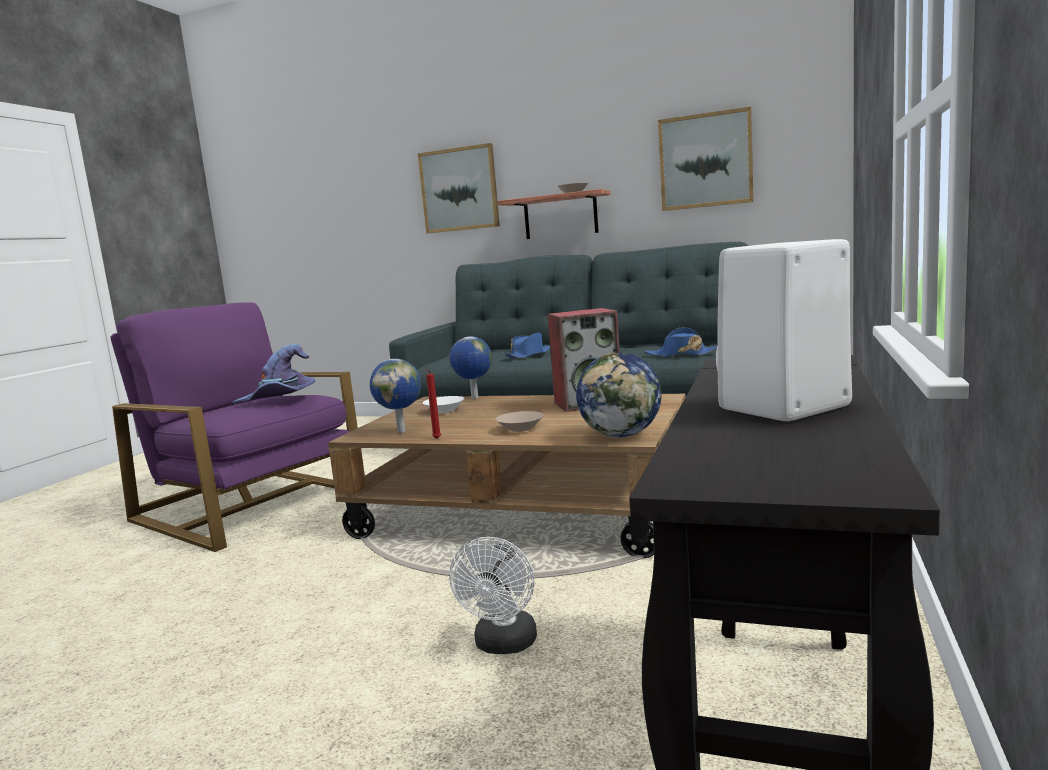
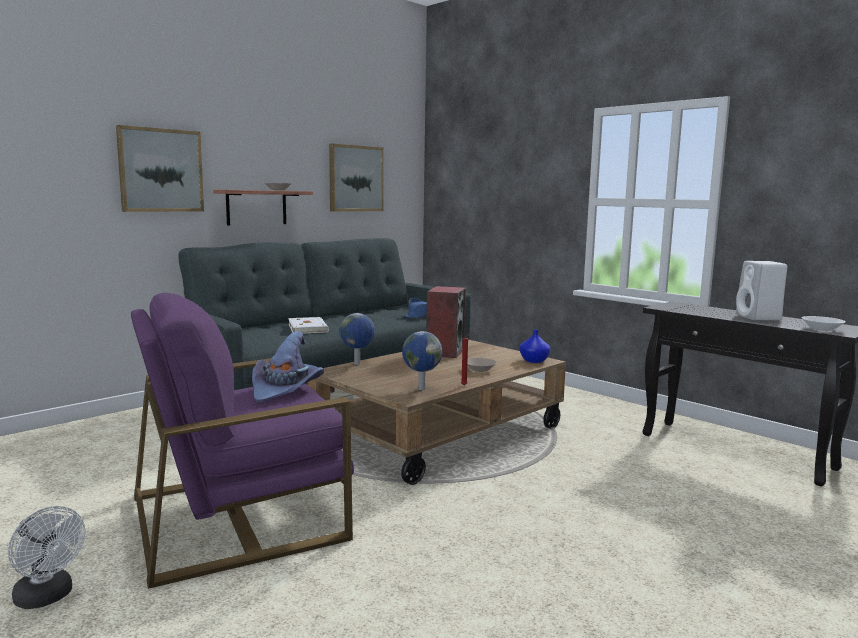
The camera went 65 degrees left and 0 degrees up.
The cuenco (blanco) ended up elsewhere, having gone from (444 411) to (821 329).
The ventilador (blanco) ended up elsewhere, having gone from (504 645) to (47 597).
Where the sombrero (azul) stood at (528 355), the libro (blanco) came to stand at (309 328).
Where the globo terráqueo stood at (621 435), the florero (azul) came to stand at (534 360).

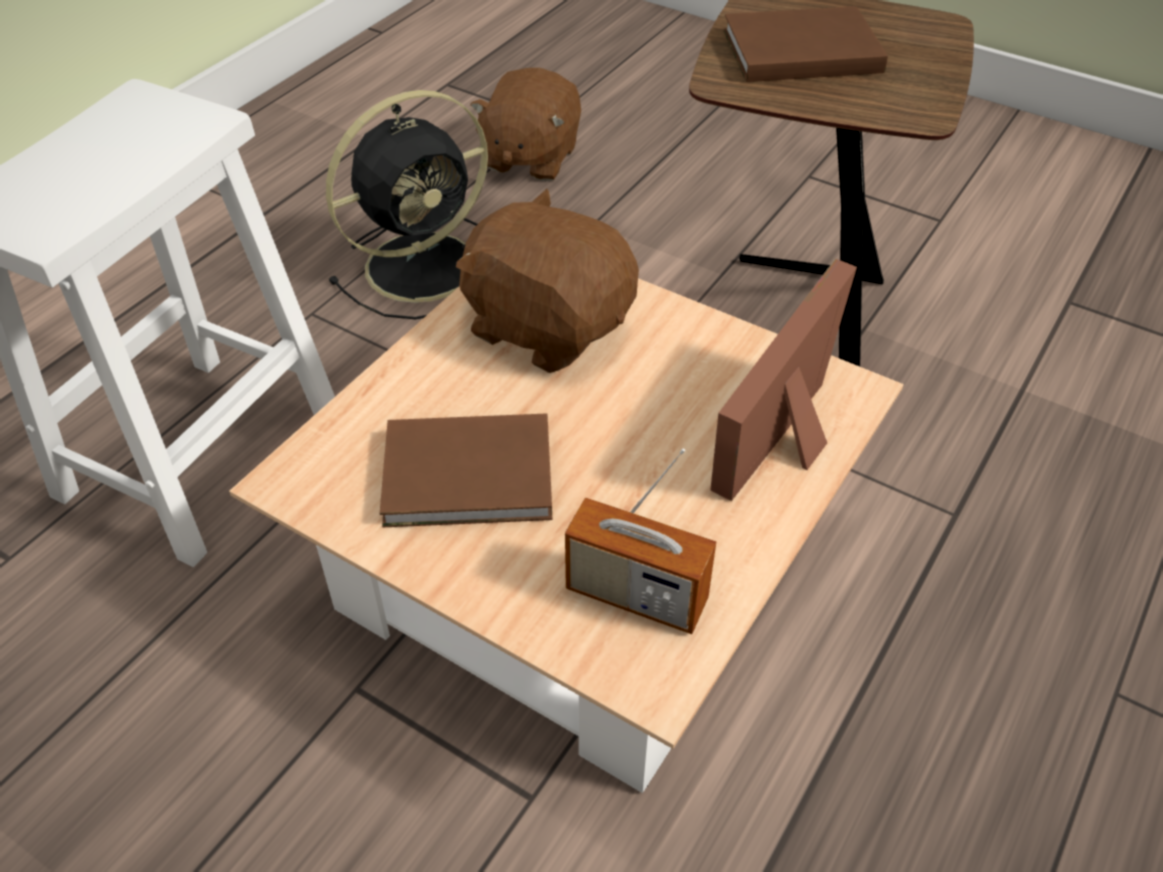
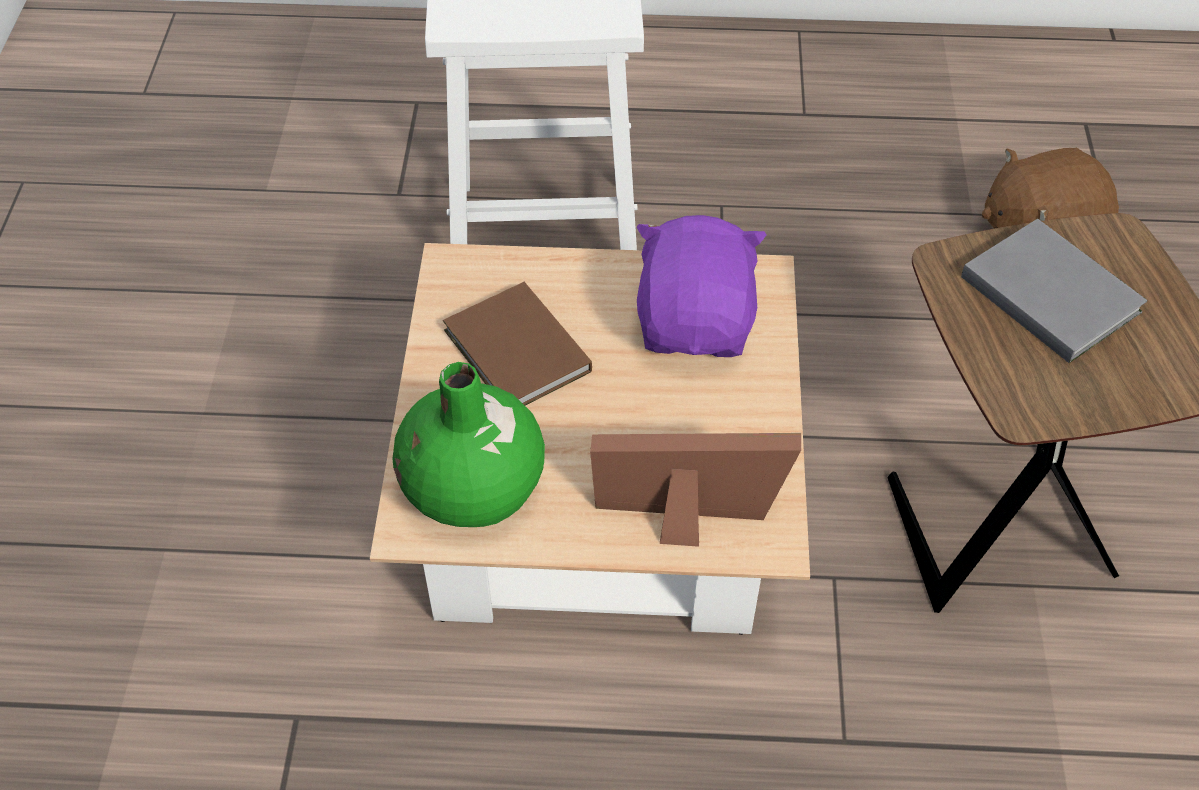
The camera went 60 degrees right and 5 degrees up.
The second view lost the ventilador (negro) at (426 265).
What was the peluche (marrón) at (548 326) turned into the peluche (morado) at (696 323).
Where the radio stood at (636 595), the florero (verde) came to stand at (473 488).
What was the libro (marrón) at (797 50) turned into the libro (gris) at (1048 291).

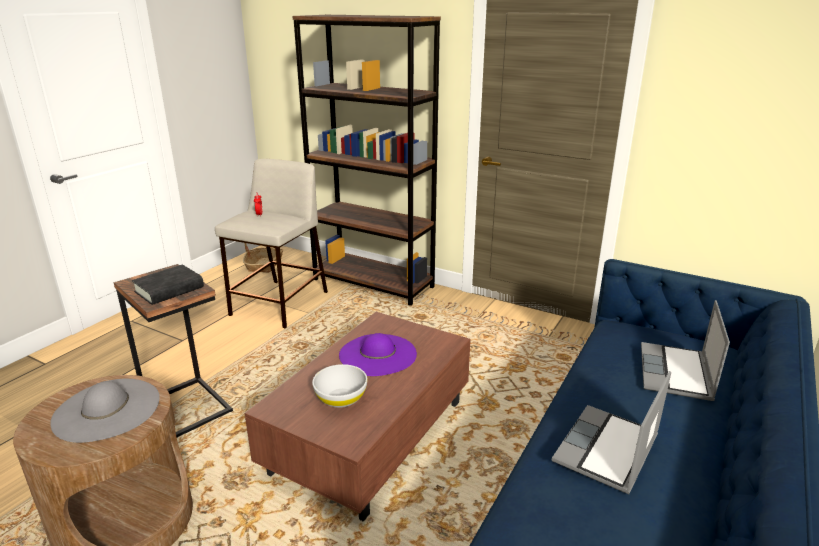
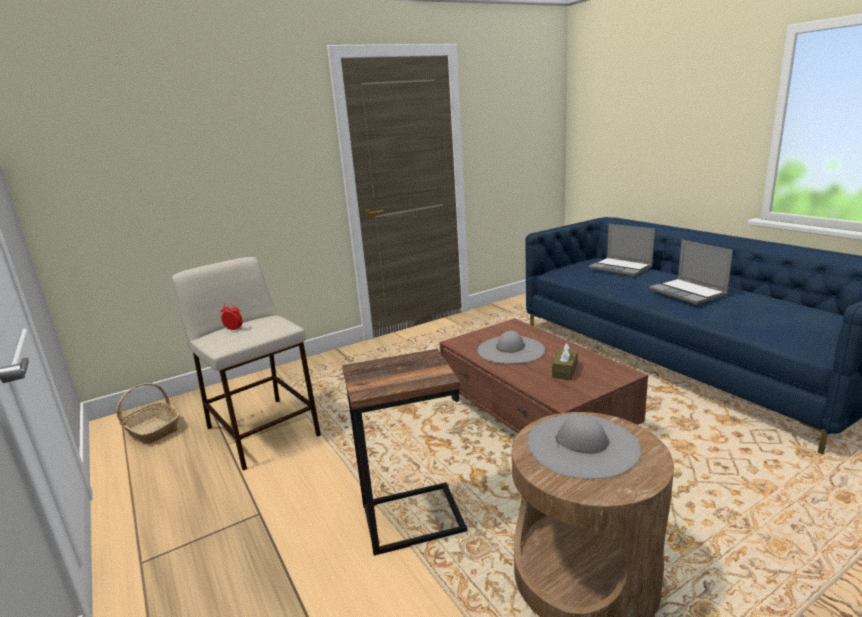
The camera went 60 degrees left and 5 degrees down.
The second view lost the libro (negro) at (169 289).
The second view lost the estantería (marrón) at (373 283).
Where the cuenco (blanco) stood at (341 398), the caja de pañuelos (marrón) came to stand at (564 370).
What was the sombrero (morado) at (377 354) turned into the sombrero (gris) at (510 350).

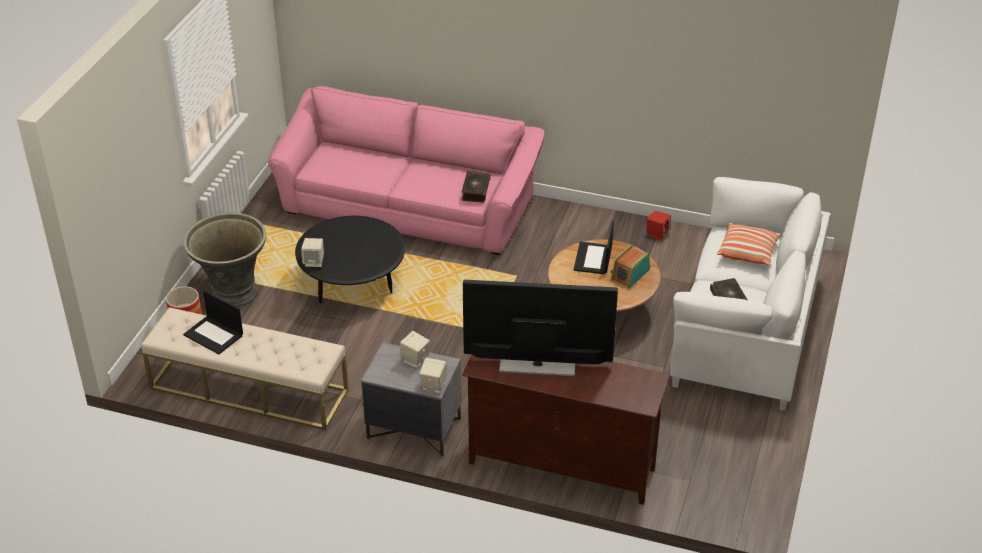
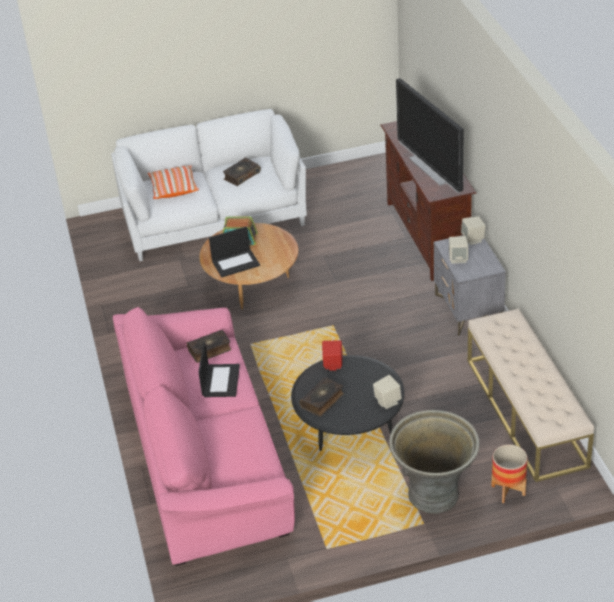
The camera went 120 degrees left and 0 degrees up.
The portátil ended up elsewhere, having gone from (214 335) to (220 380).
The altavoz (rojo) ended up elsewhere, having gone from (657 234) to (332 364).
The second view gained the libro at (322 401).

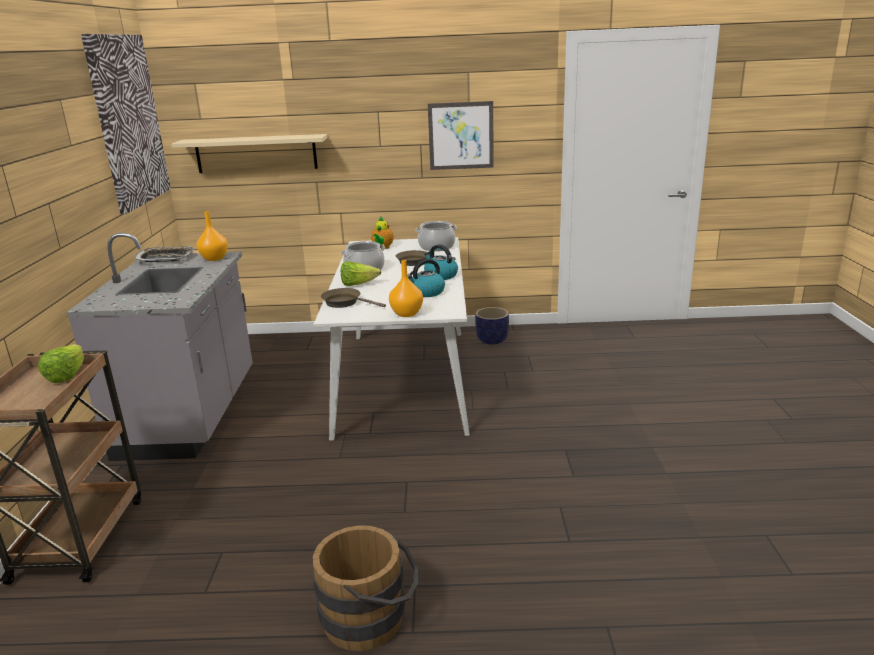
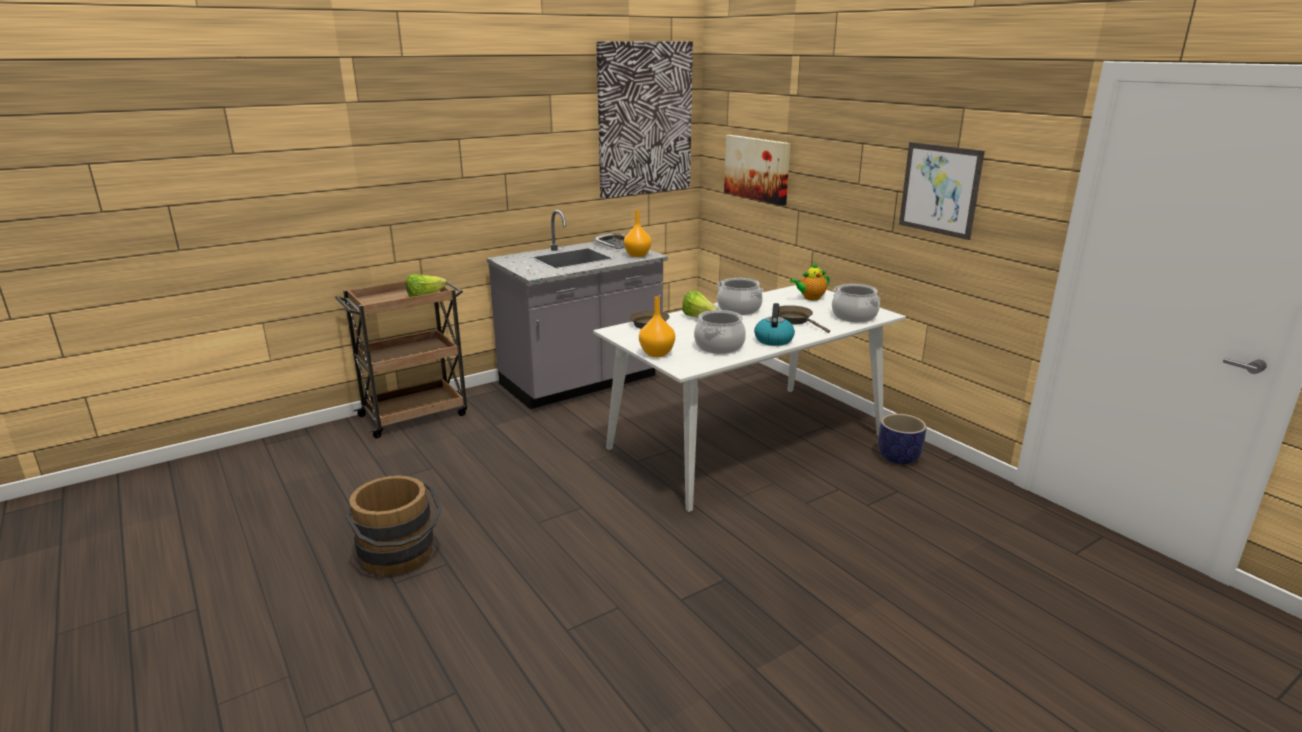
The camera went 55 degrees right and 0 degrees up.
Where the estante (beis) hung at (256 153), the cuadro came to hang at (757 168).
Where the hervidor stood at (426 292), the olla came to stand at (719 346).

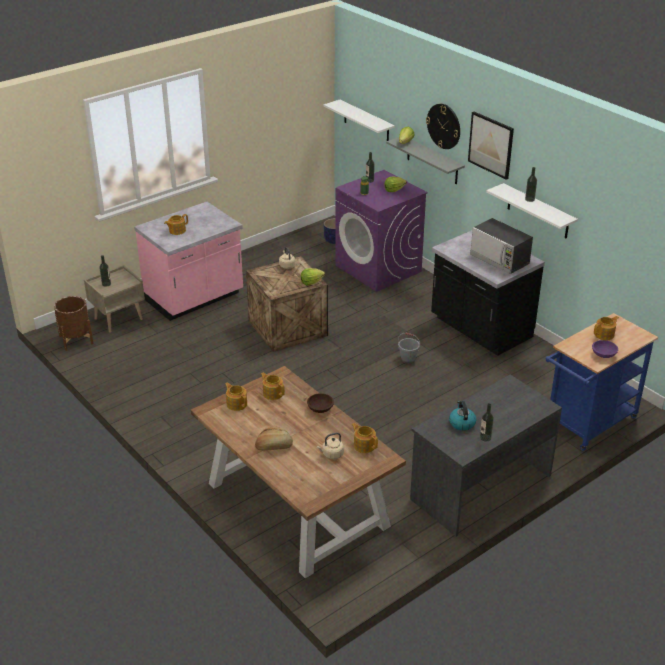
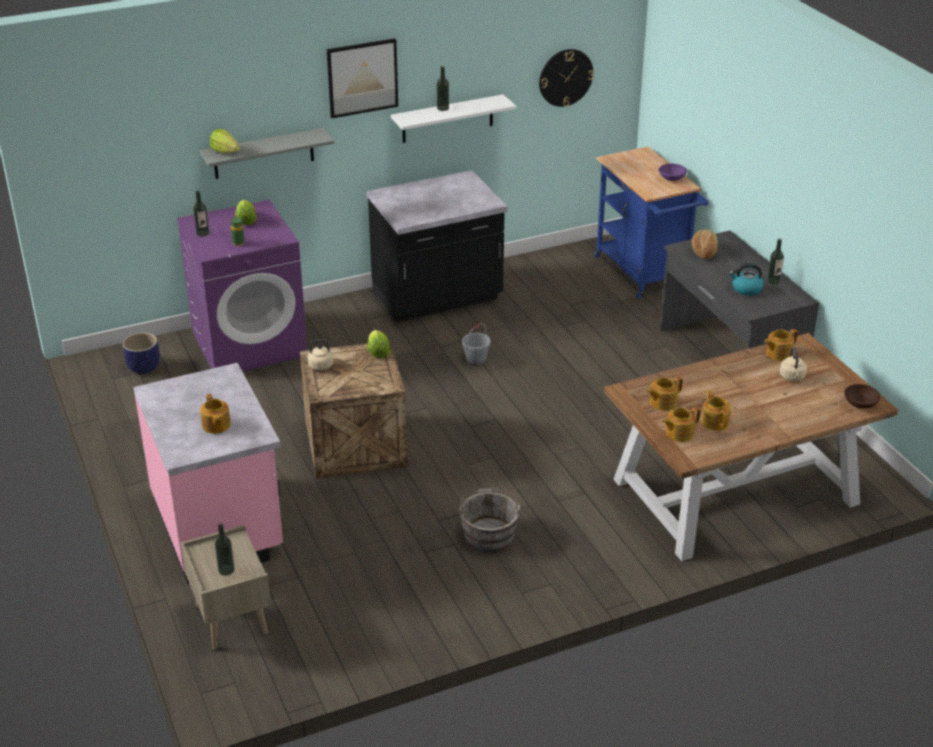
The camera went 75 degrees left and 0 degrees up.
The second view lost the maceta (marrón) at (76 340).
The pan ended up elsewhere, having gone from (274 446) to (704 251).
The cuenco (marrón) ended up elsewhere, having gone from (320 409) to (860 403).
The second view lost the estante (blanco) at (366 122).
The reloj de pared ended up elsewhere, having gone from (444 126) to (565 77).
The second view lost the microondas at (499 260).
The tetera ended up elsewhere, having gone from (604 335) to (715 421).
The second view gained the cubo (gris) at (489 533).

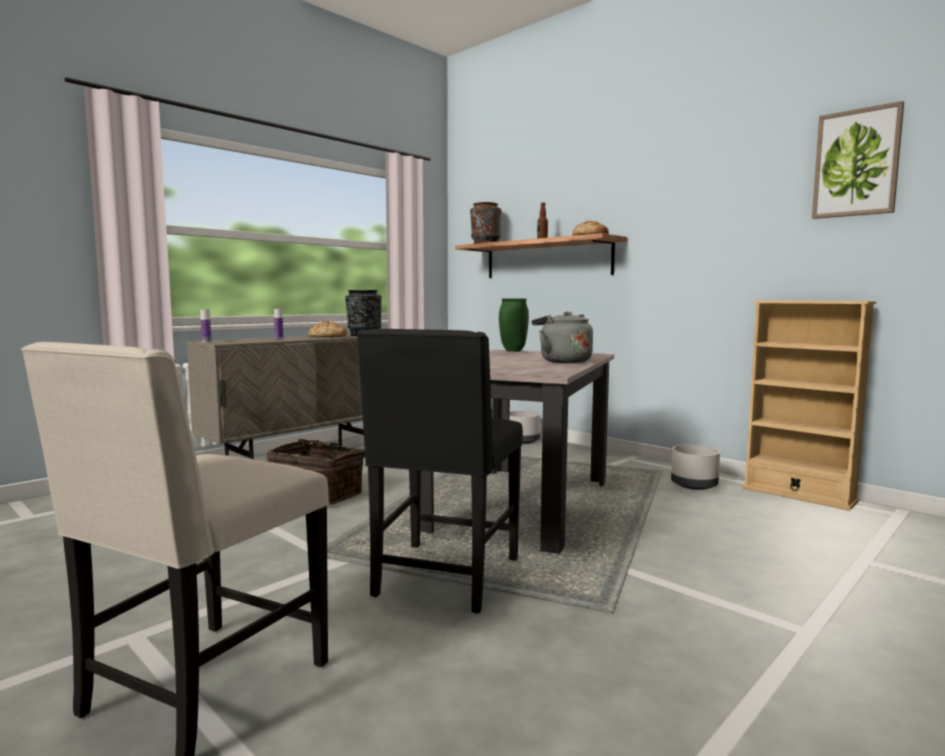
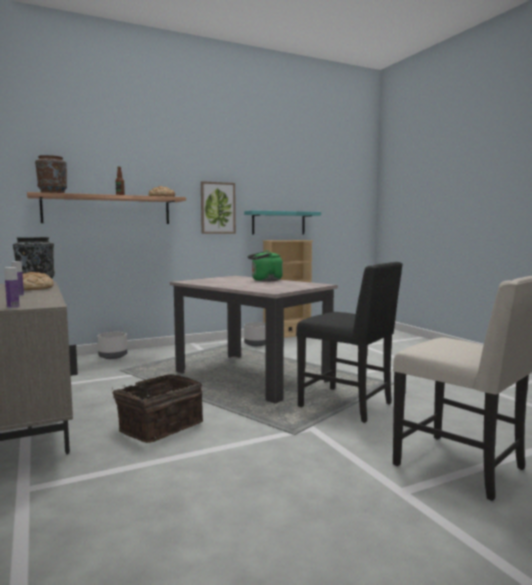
The camera went 70 degrees left and 0 degrees up.
The second view lost the florero (verde) at (512 351).
What was the hervidor (gris) at (562 361) turned into the hervidor (verde) at (265 280).
The cuadro ended up elsewhere, having gone from (856 163) to (217 208).
The second view gained the estante (turquesa) at (278 223).

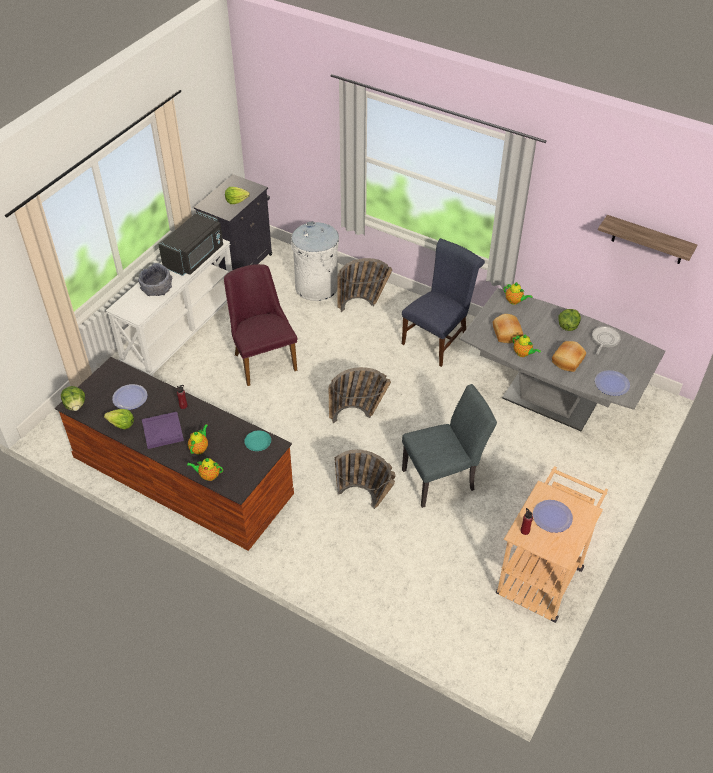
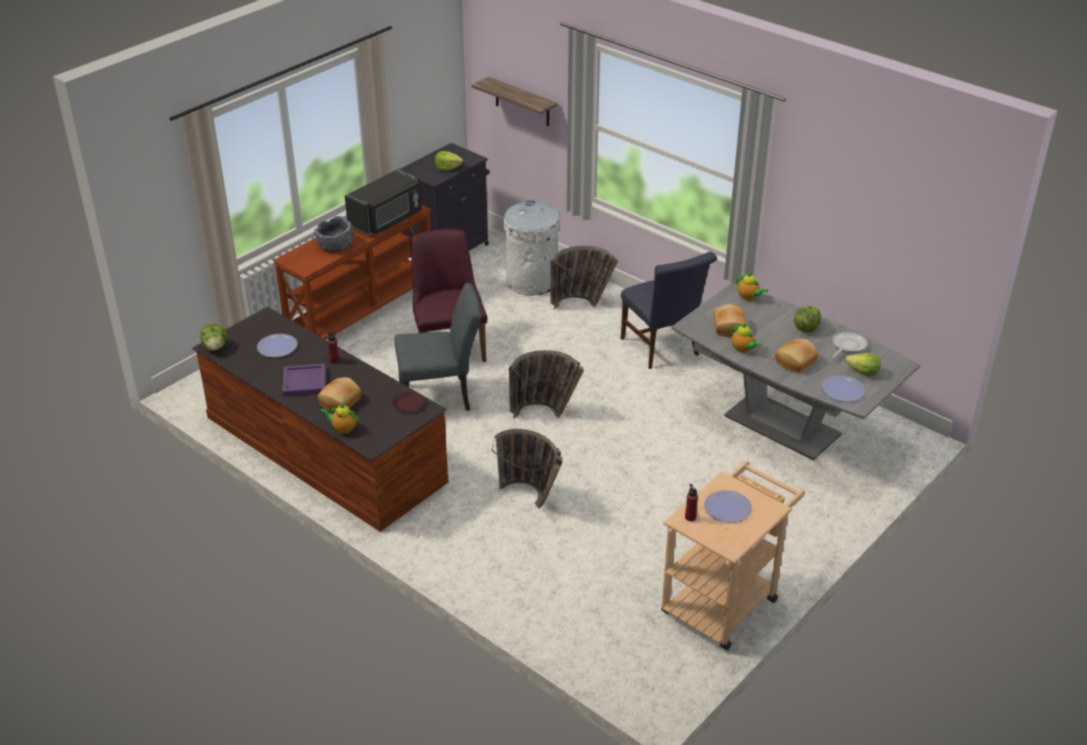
The camera went 10 degrees right and 10 degrees down.
The lechuga ended up elsewhere, having gone from (121 424) to (863 372).
What was the mesa consola (blanco) at (180 332) turned into the mesa consola (marrón) at (361 311).
Where the tetera stood at (199 448), the pan came to stand at (341 402).
What was the plato (turquesa) at (258 443) turned into the plato (marrón) at (408 404).
The silla (azul) at (438 340) ended up facing another way, 105 degrees clockwise from before.
The silla (gris) ended up elsewhere, having gone from (443 478) to (441 397).
The estante ended up elsewhere, having gone from (648 240) to (522 102).

